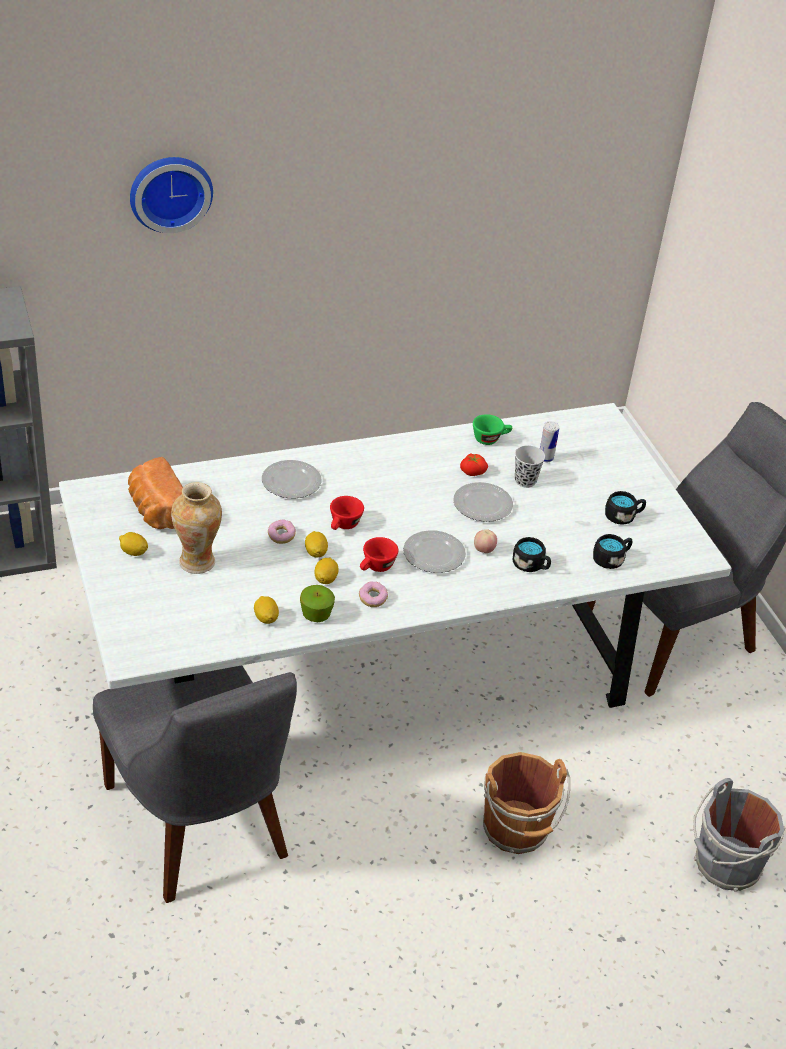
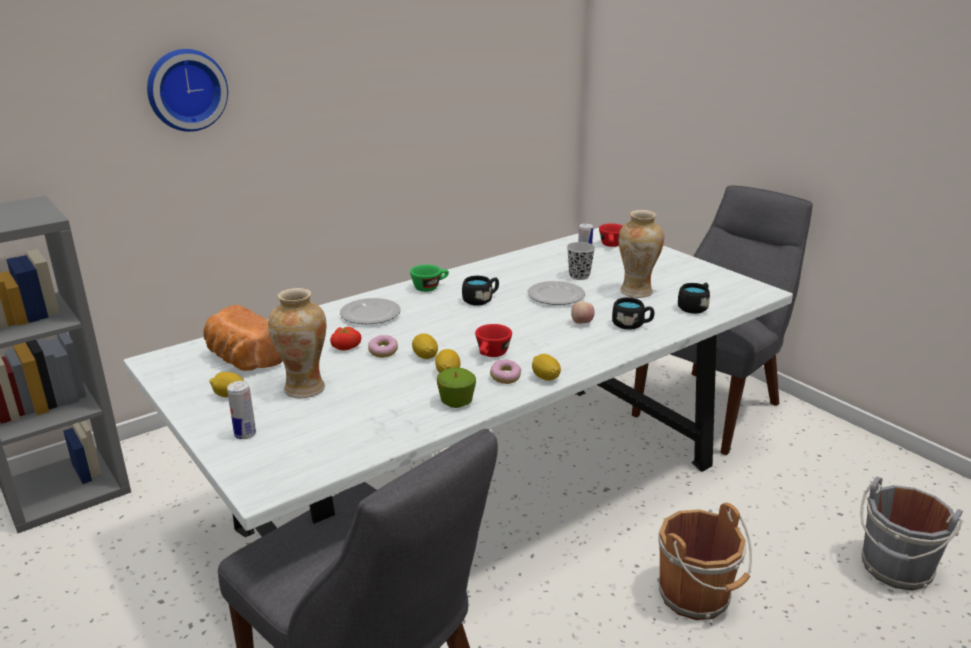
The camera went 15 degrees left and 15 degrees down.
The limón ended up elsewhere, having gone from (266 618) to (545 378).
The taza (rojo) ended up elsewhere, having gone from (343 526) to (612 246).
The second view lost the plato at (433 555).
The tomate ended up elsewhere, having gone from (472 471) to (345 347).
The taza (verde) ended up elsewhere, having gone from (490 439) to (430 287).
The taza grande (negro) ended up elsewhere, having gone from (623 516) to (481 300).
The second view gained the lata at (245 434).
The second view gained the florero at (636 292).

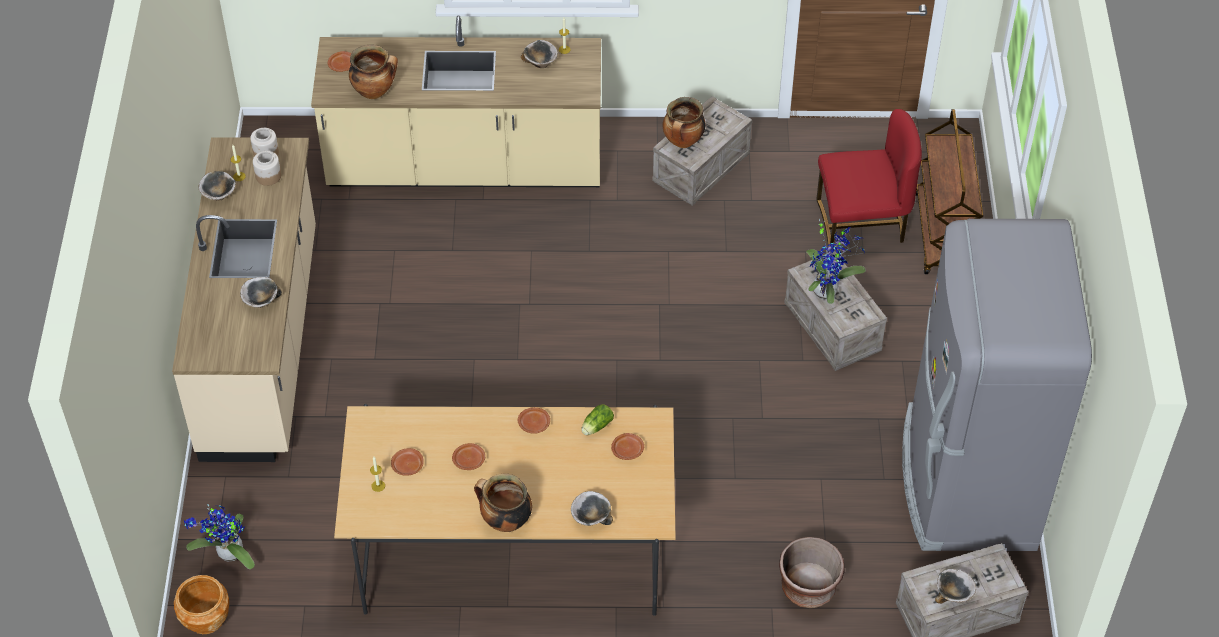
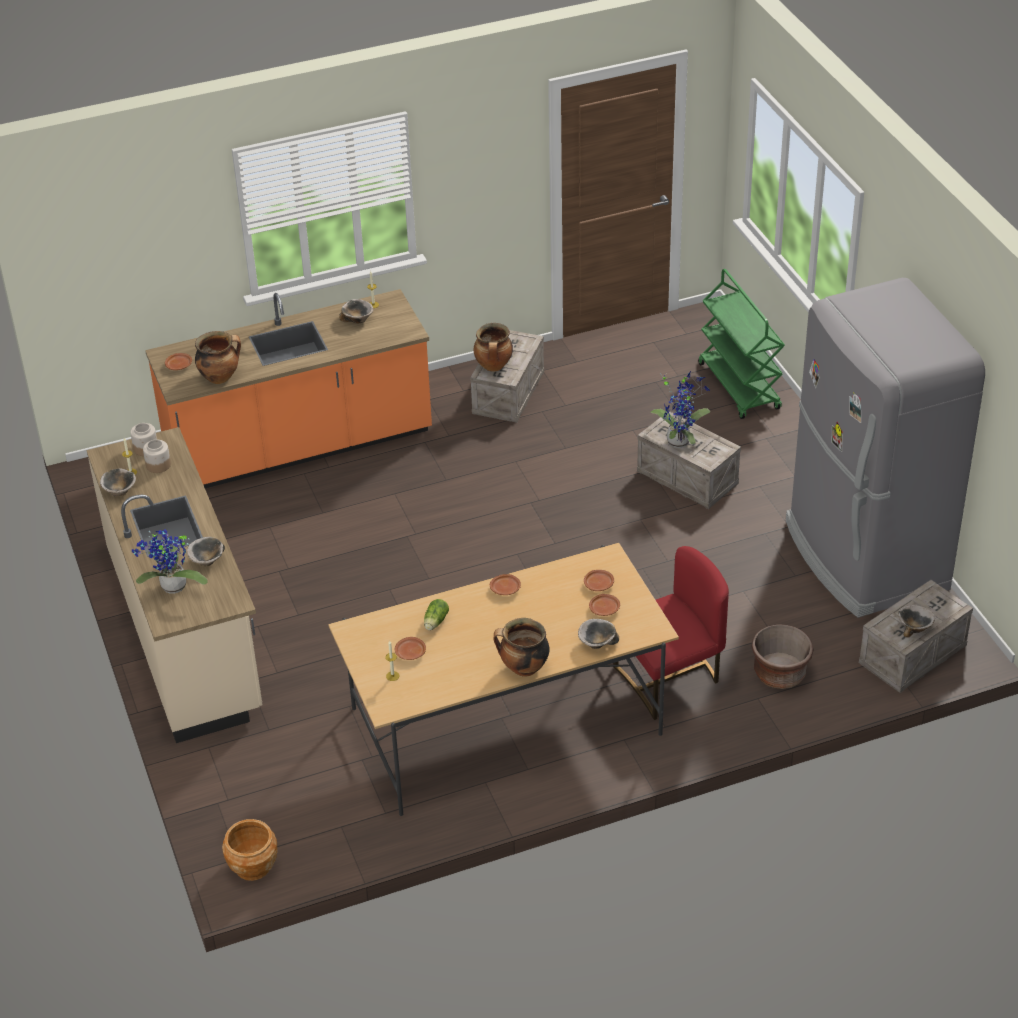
The camera went 20 degrees left and 10 degrees down.
The planta en maceta ended up elsewhere, having gone from (227 554) to (172 588).
What was the mueble bajo de cocina (beis) at (465 168) turned into the mueble bajo de cocina (naranja) at (299 447).
The plato (marrón) ended up elsewhere, having gone from (469 460) to (604 609).
The lechuga ended up elsewhere, having gone from (596 427) to (435 622).
The silla (rojo) ended up elsewhere, having gone from (861 226) to (669 679).
What was the carrito (marrón) at (943 234) turned into the carrito (verde) at (739 387).

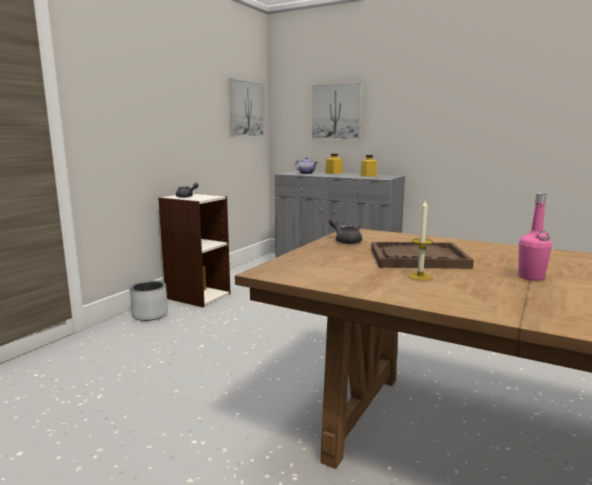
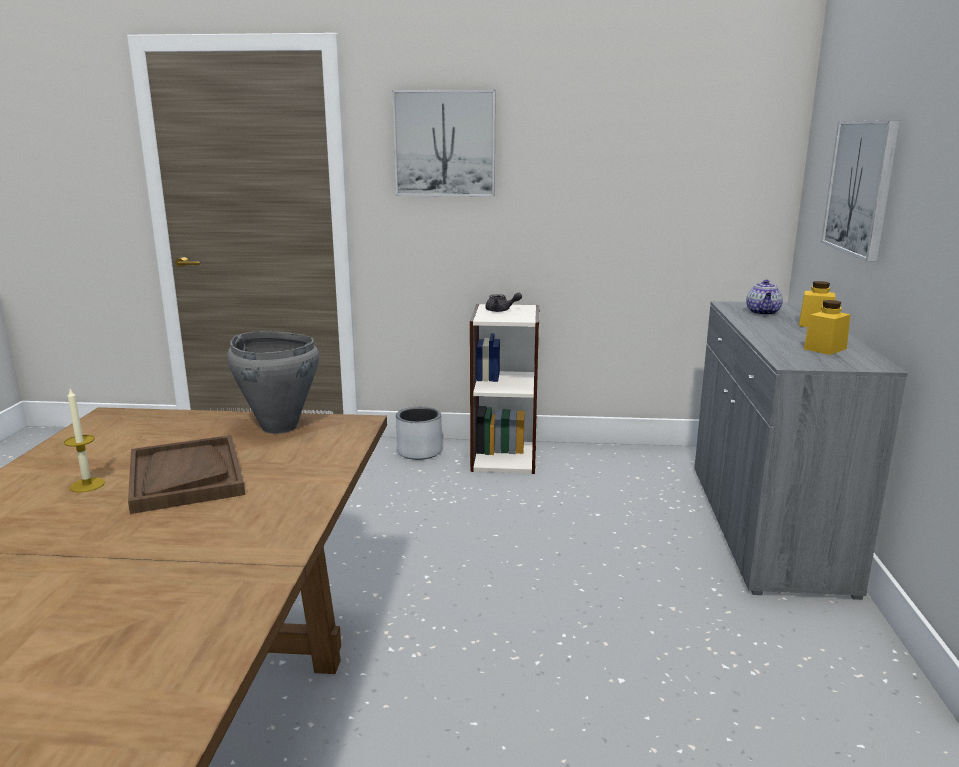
The camera went 65 degrees right and 5 degrees up.
The cuadro ended up elsewhere, having gone from (246 109) to (444 143).
Where the tetera (gris) stood at (346 241), the olla (gris) came to stand at (279 427).
The second view lost the botella (rosa) at (531 277).

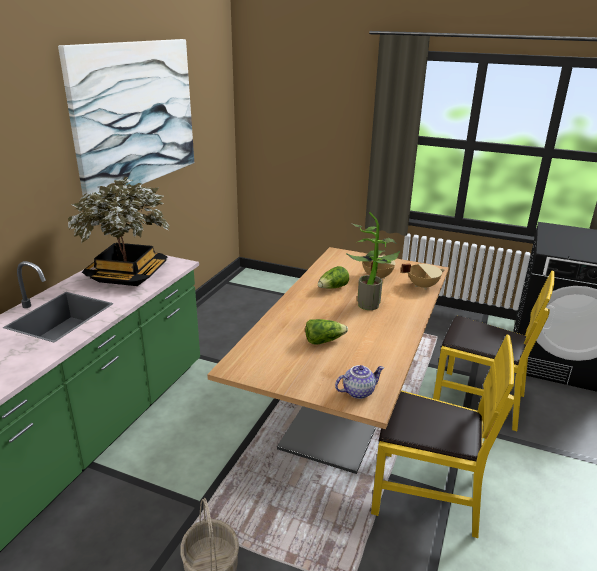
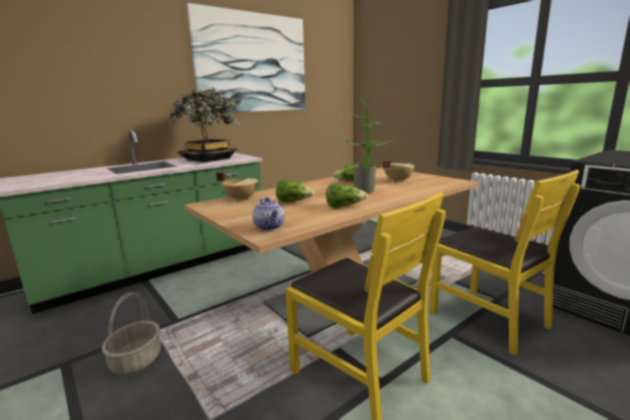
The camera went 30 degrees right and 10 degrees down.
The tetera at (358 391) ended up facing another way, 60 degrees clockwise from before.
The olla (beis) ended up elsewhere, having gone from (422 286) to (241 199).
The second view gained the lechuga at (344 206).

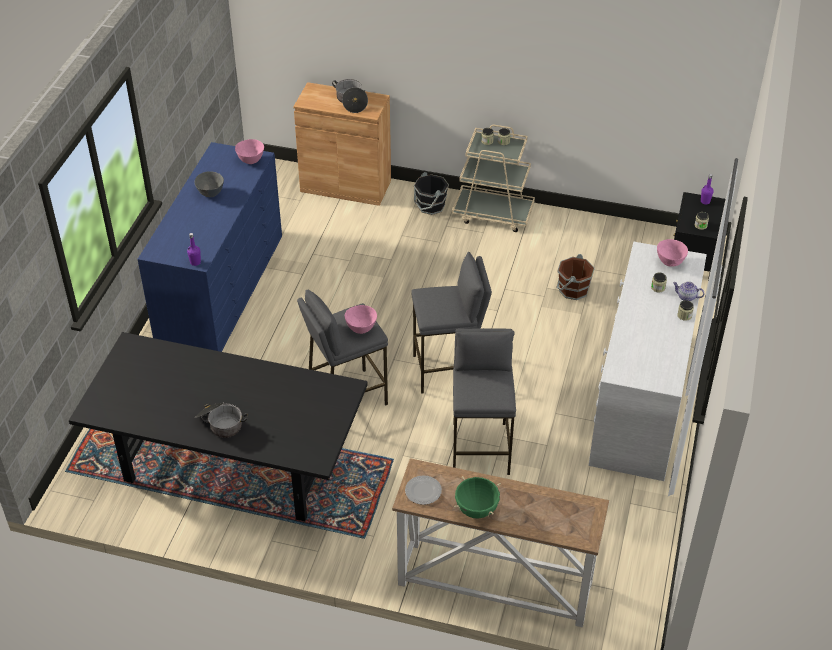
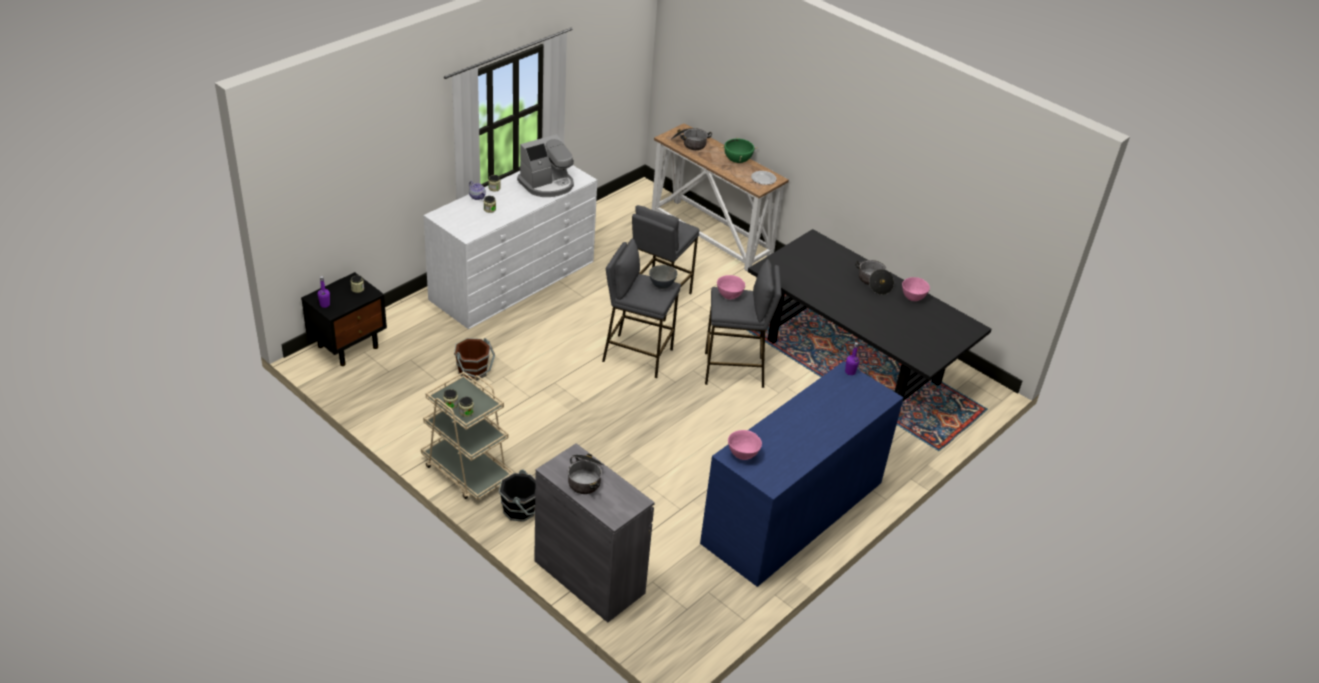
The camera went 155 degrees left and 5 degrees down.
The cuenco (gris) ended up elsewhere, having gone from (211 194) to (661 286).
What was the armario (marrón) at (345 186) turned into the armario (gris) at (589 577).
The cuenco (rosa) ended up elsewhere, having gone from (670 262) to (912 298).
The second view gained the cafetera at (547 184).
The second view gained the olla at (689 143).

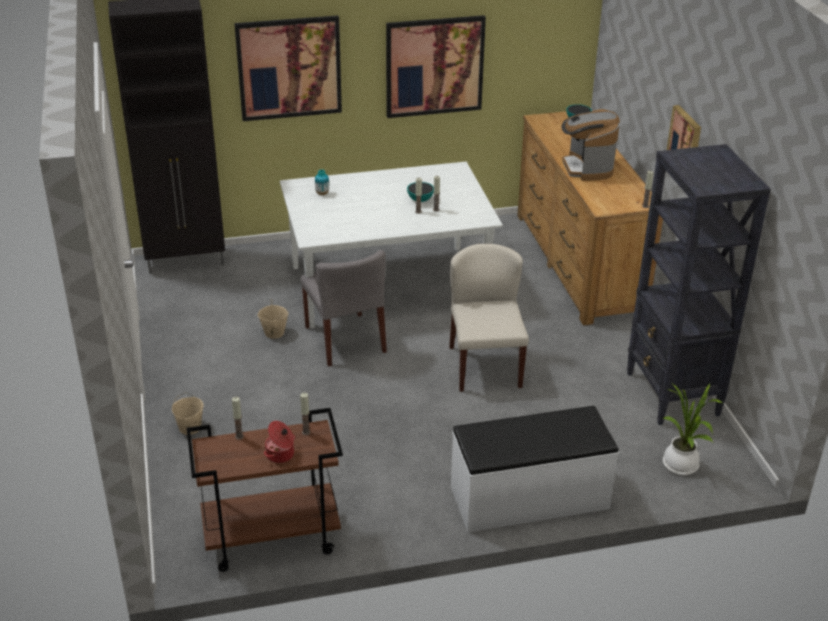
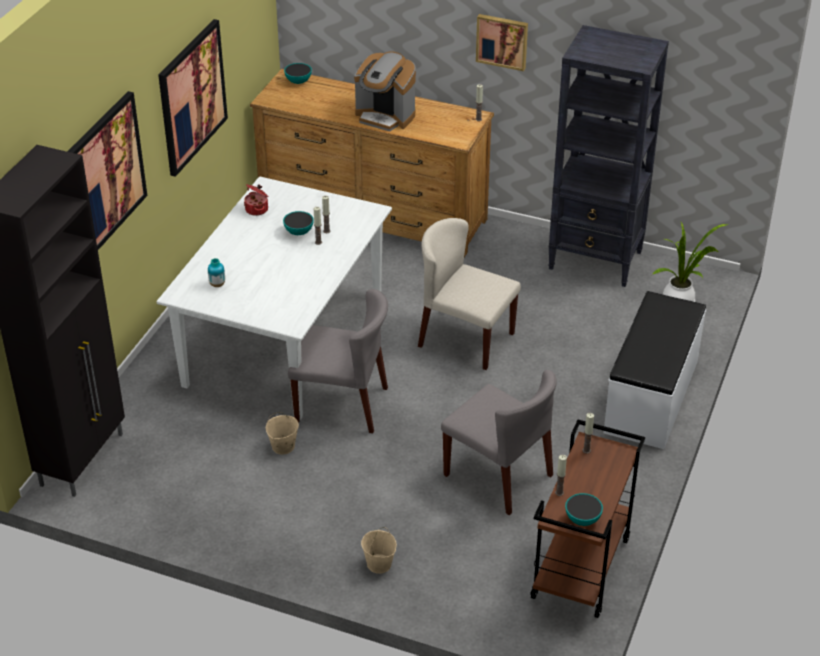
The camera went 55 degrees left and 5 degrees up.
The olla ended up elsewhere, having gone from (280 455) to (257 209).
The second view gained the silla (gris) at (499 475).
The second view gained the cuenco at (582 519).

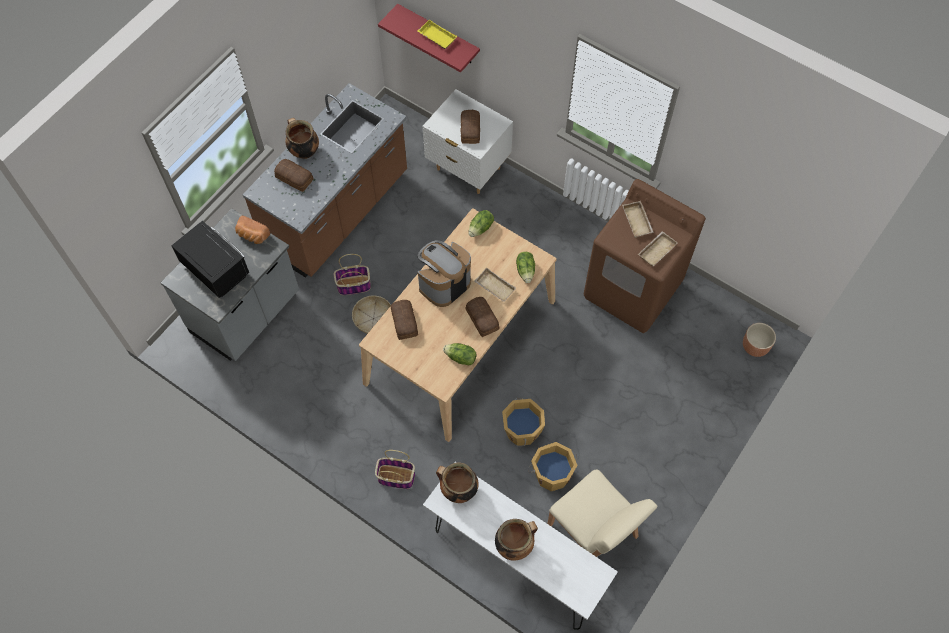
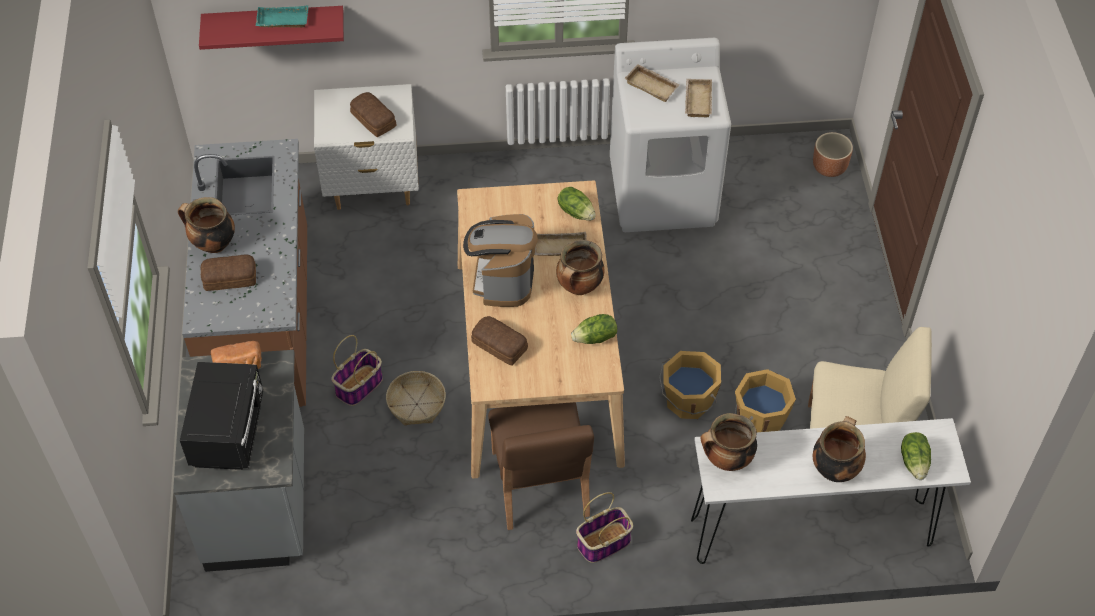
The camera went 40 degrees left and 10 degrees down.
The microondas (negro) at (215 269) ended up facing another way, 90 degrees clockwise from before.
What was the bandeja (amarillo) at (436 37) turned into the bandeja (turquesa) at (282 21).
Where the pan stood at (482 320), the olla came to stand at (579 287).
The lechuga ended up elsewhere, having gone from (481 228) to (914 462).
What was the lavadora (marrón) at (633 290) turned into the lavadora (blanco) at (663 193).
The second view gained the silla (marrón) at (539 484).

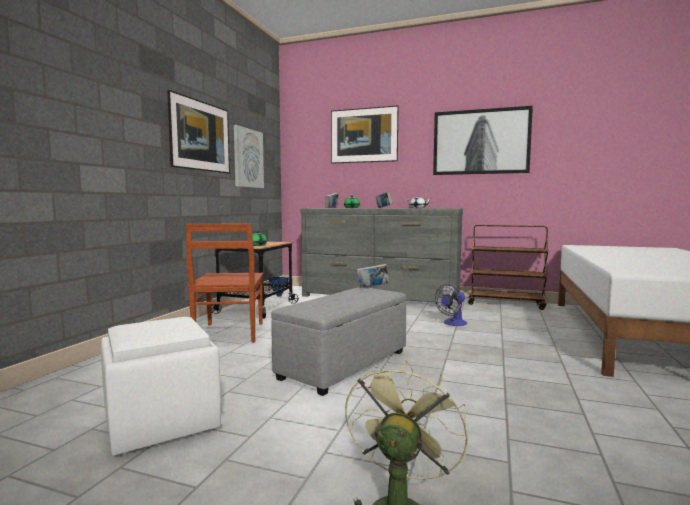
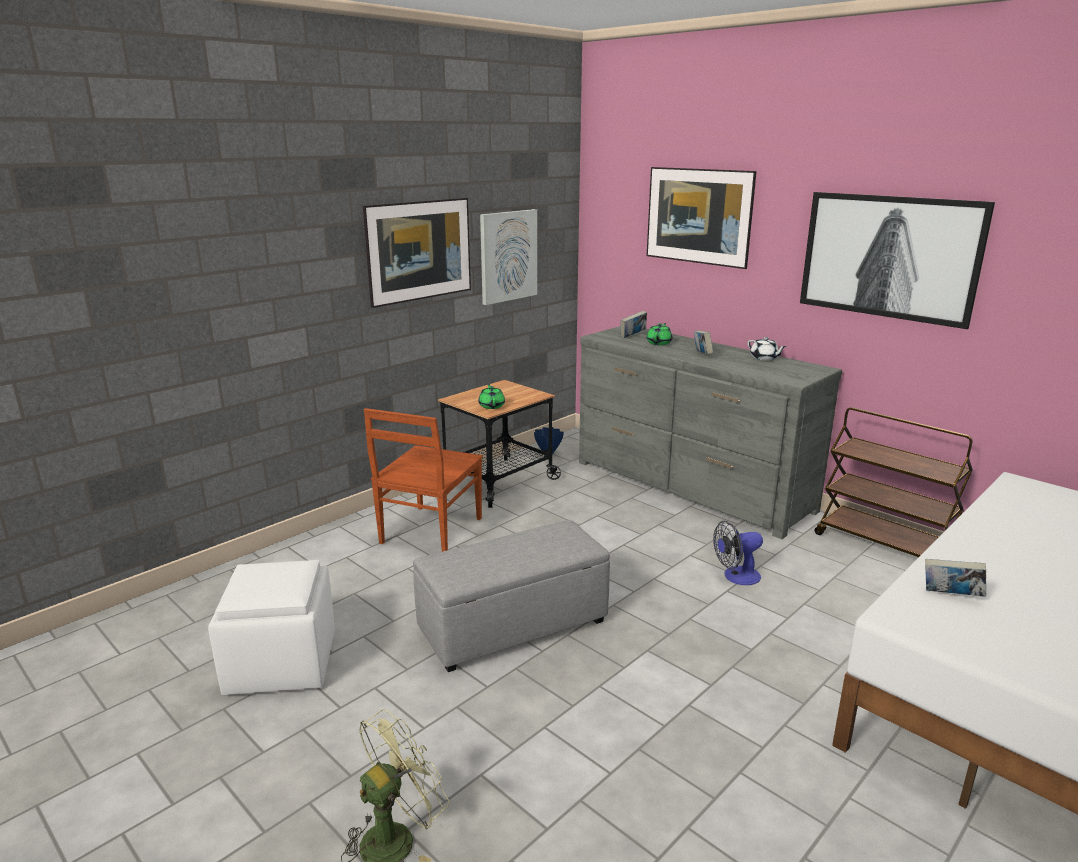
The camera went 25 degrees right and 15 degrees up.
The libro ended up elsewhere, having gone from (373 287) to (950 596).

